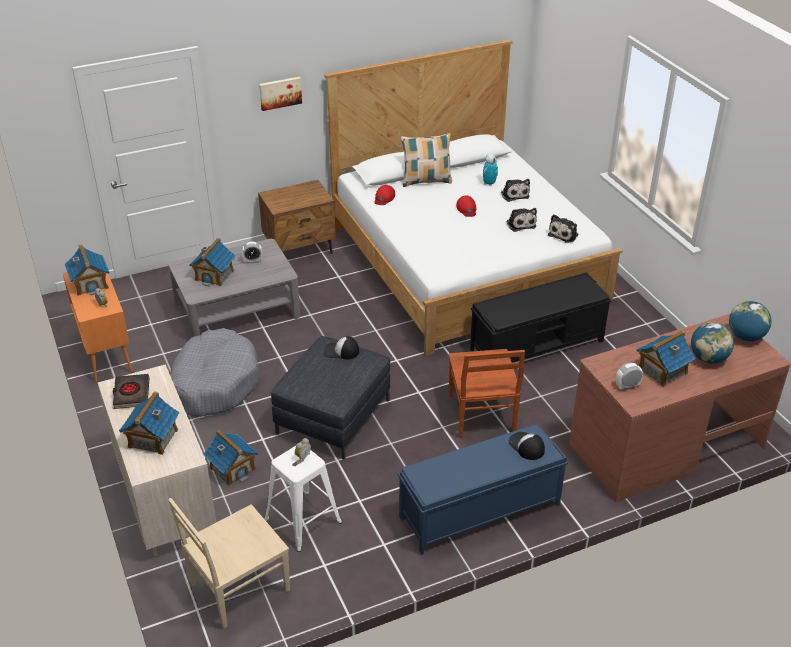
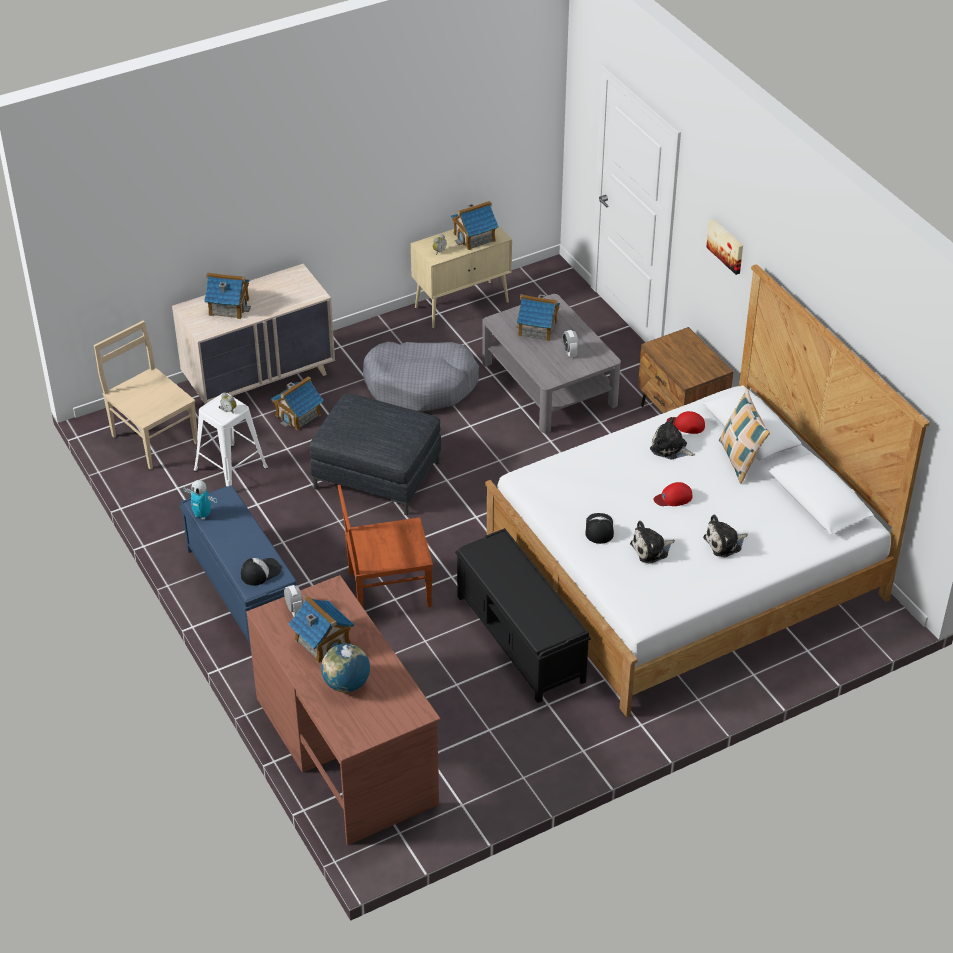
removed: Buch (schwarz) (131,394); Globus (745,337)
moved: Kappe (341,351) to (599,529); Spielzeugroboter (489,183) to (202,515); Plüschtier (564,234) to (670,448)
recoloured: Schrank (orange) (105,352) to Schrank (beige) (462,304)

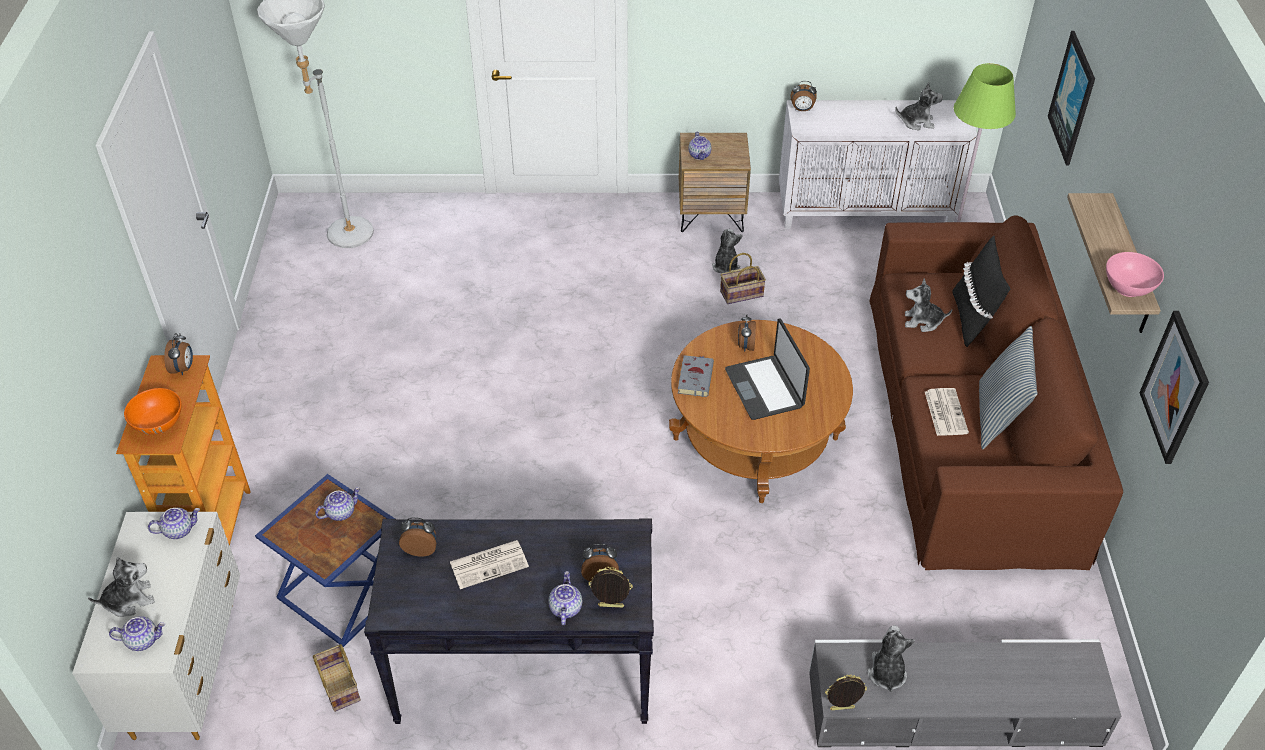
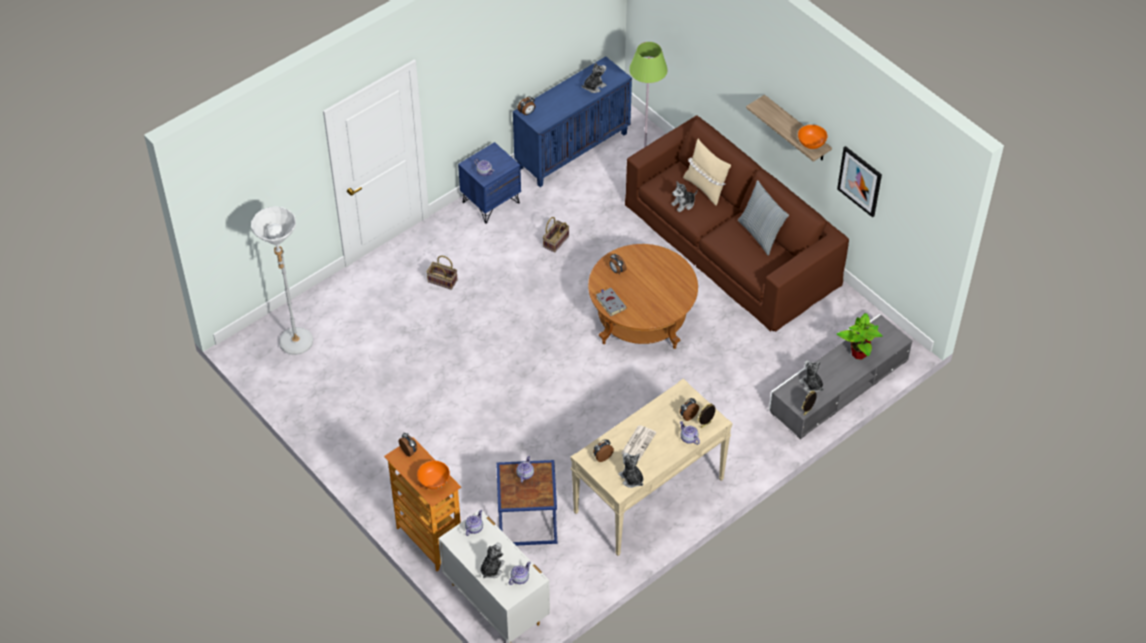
removed: Laptop (765,388); Zeitung (945,412); Bild (1073,98)
added: Topfpflanze (859,353)
moved: Korb (338,685) to (441,281); Plüschtier (725,266) to (631,478)
recoloured: Konsolentisch (schwarz) (523,671) to Konsolentisch (beige) (648,496); Nachttisch (braun) (711,214) to Nachttisch (blau) (490,202); Schrank (weiß) (866,212) to Schrank (blau) (572,150); Kissen (schwarz) (972,319) to Kissen (beige) (705,188); Schüssel (rosa) (1128,288) to Schüssel (orange) (811,144)

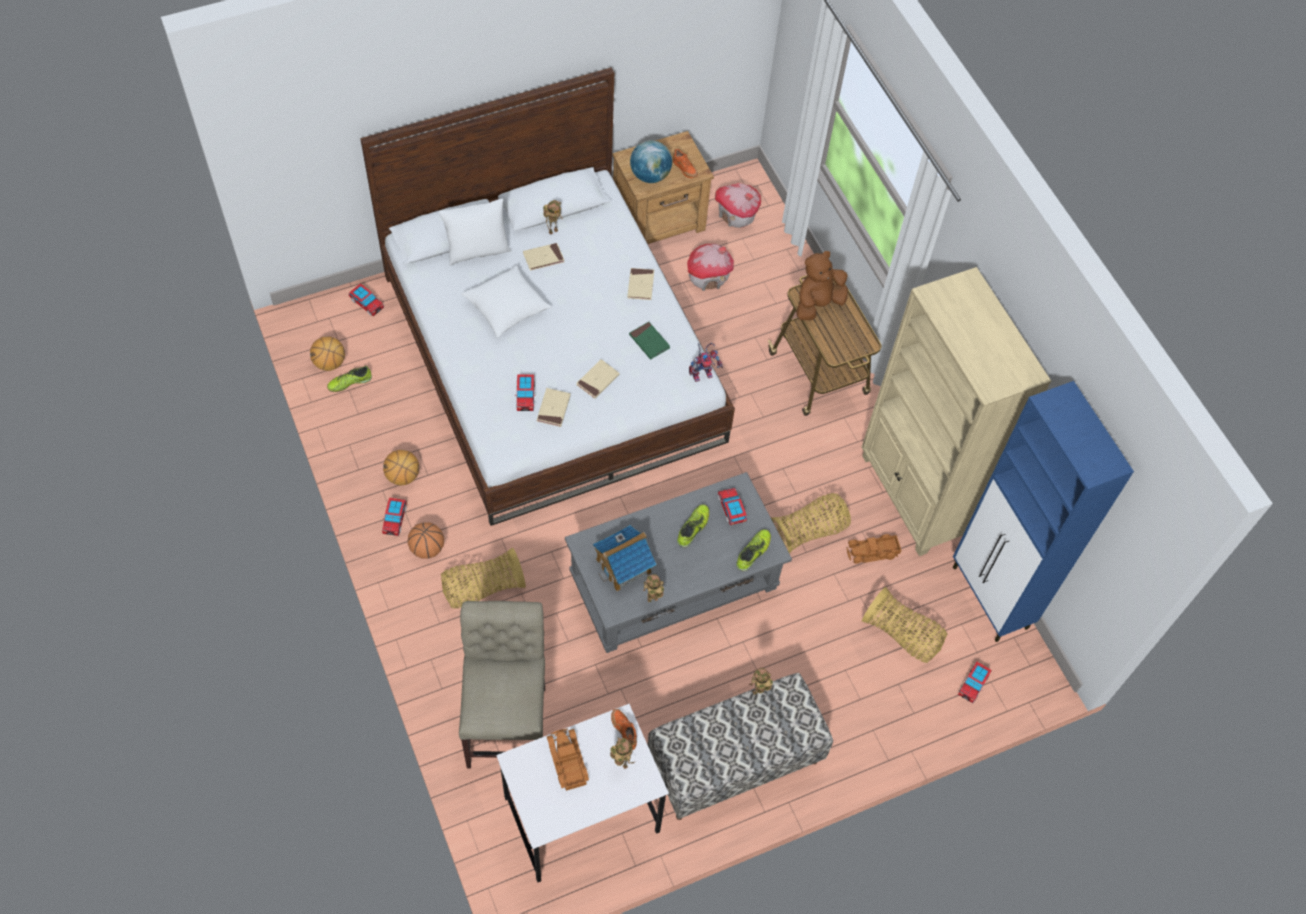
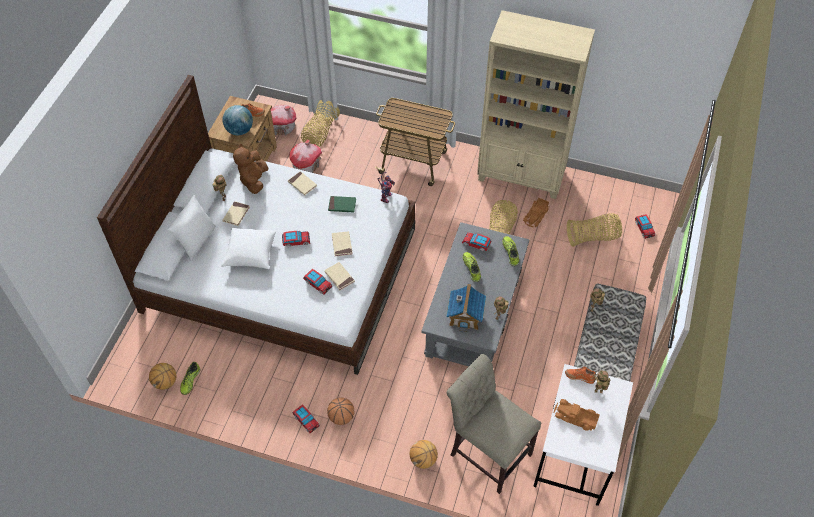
removed: Schrank (blau) (990,599)
moved: Spielzeugauto (366,303) to (296,241); Basketball (403,476) to (423,460); Korb (482,588) to (320,133); Plüschtier (braun) (817,304) to (254,180)

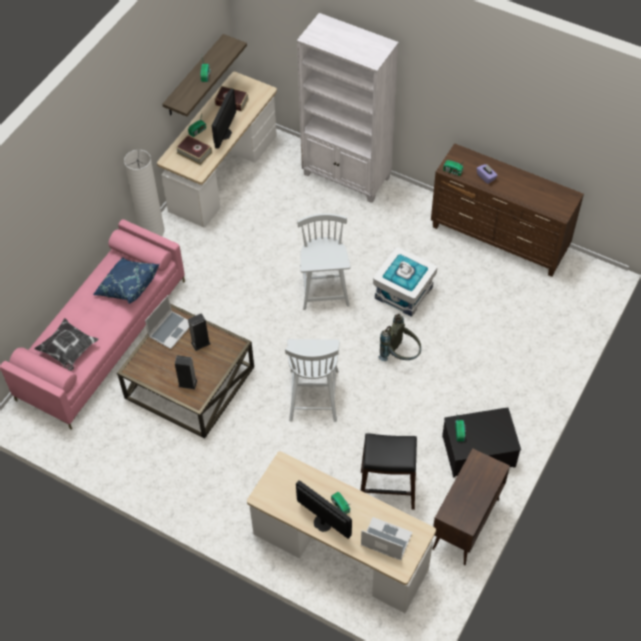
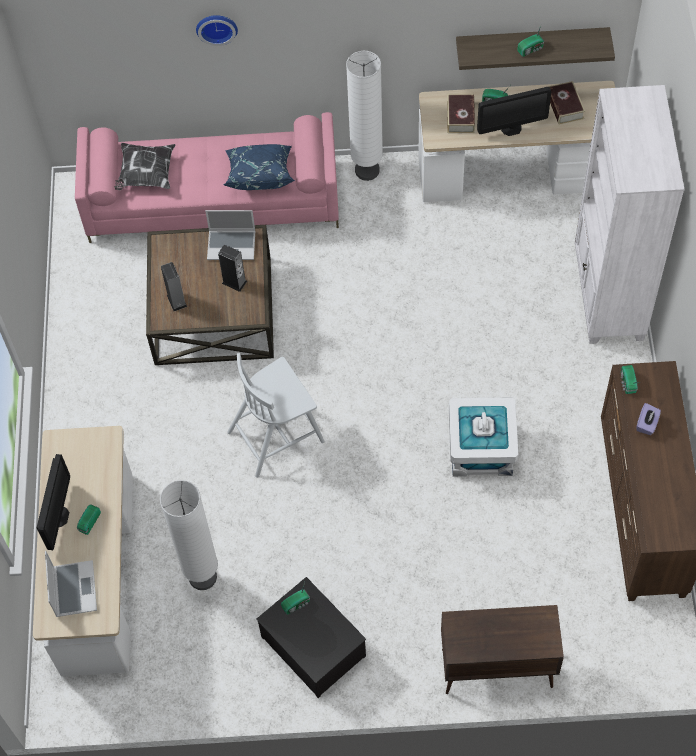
removed: Stuhl (weiß) (324,286); Rucksack (grau) (400,355)
added: Wanduhr (216,27)
moved: Schrank (braun) (465,525) to (496,668)
replaced: Hocker (schwarz) (387,489) to Stehlampe (weiß) (203,577)

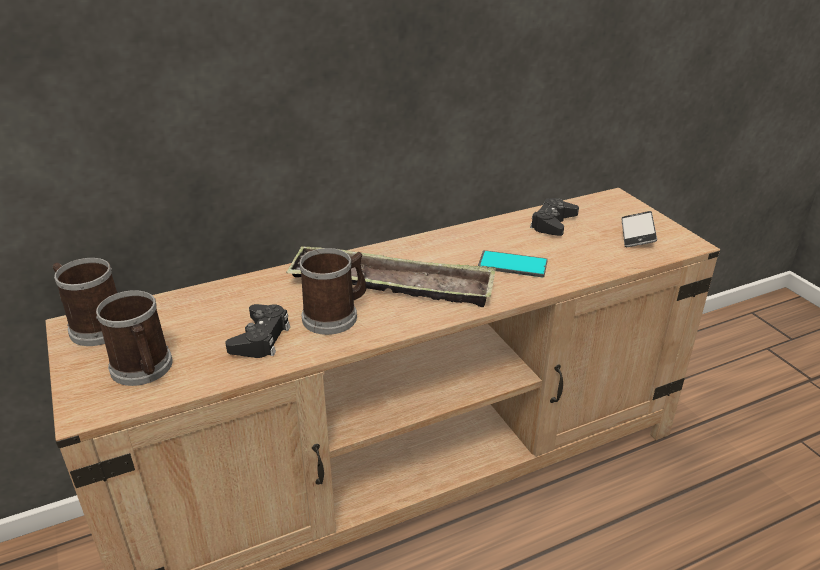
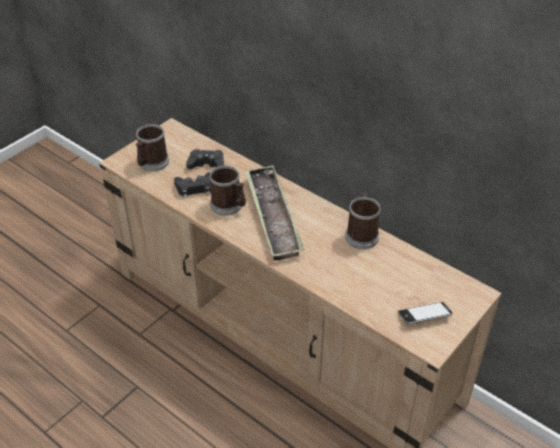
removed: Handy (512,265)
moved: Henkelbecher (94,327) to (361,234); Gamepad (schwarz) (553,223) to (206,164)

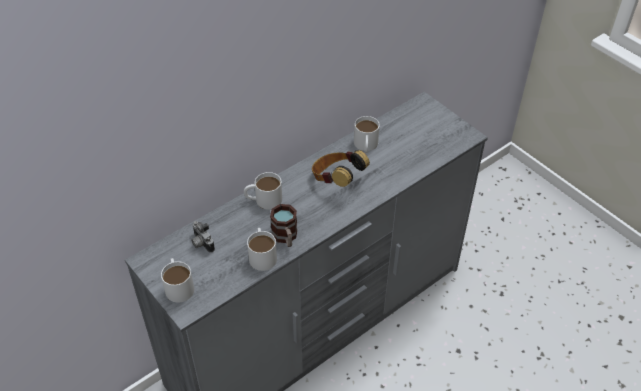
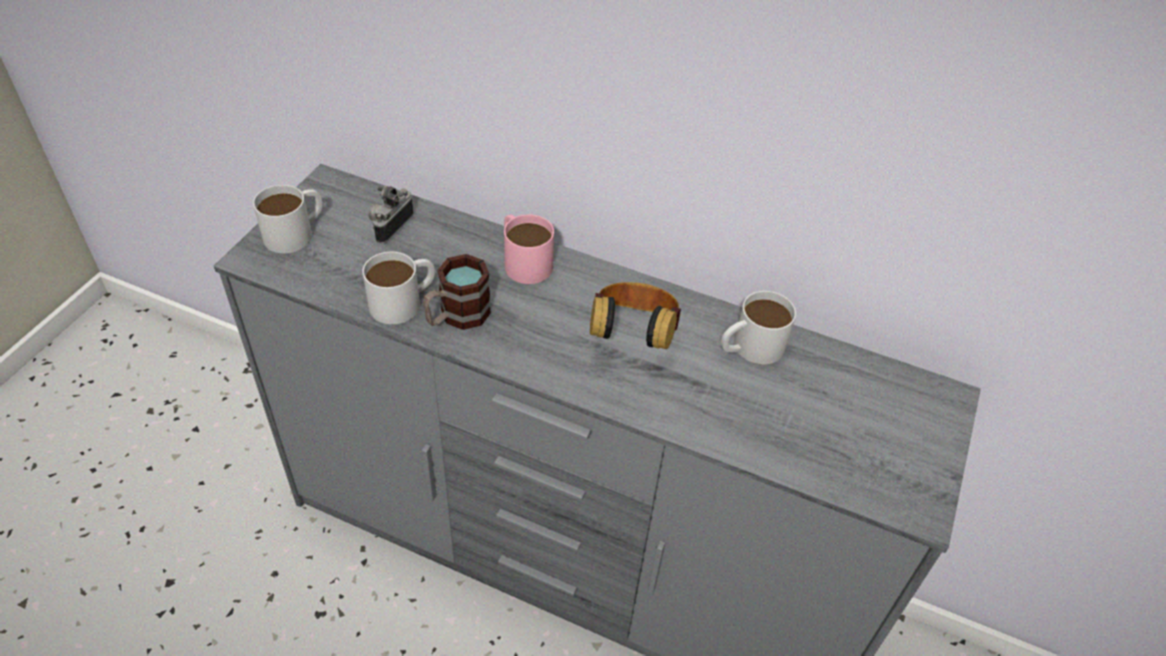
recoloured: Henkelbecher (weiß) (263,200) to Henkelbecher (rosa) (523,260)

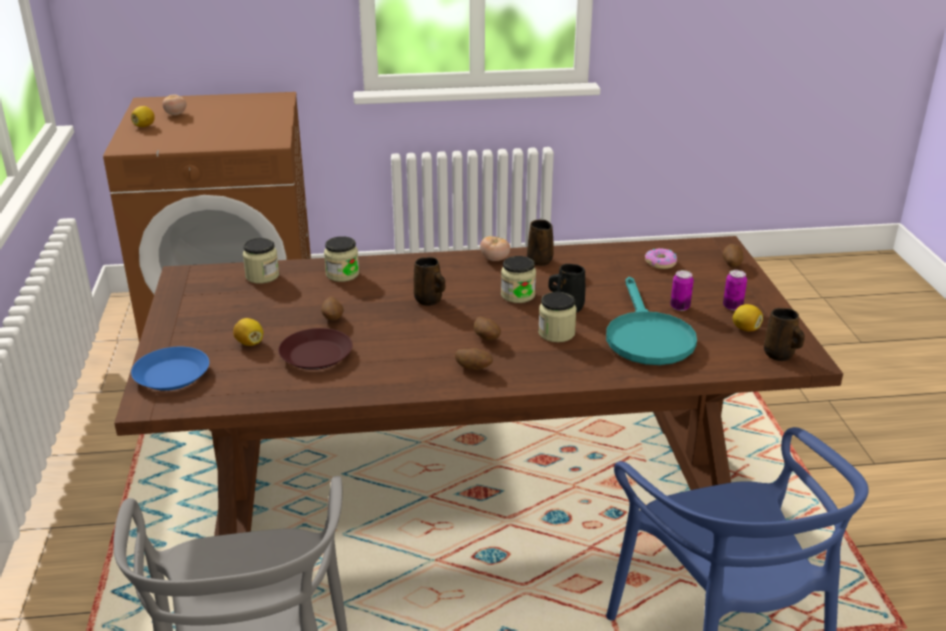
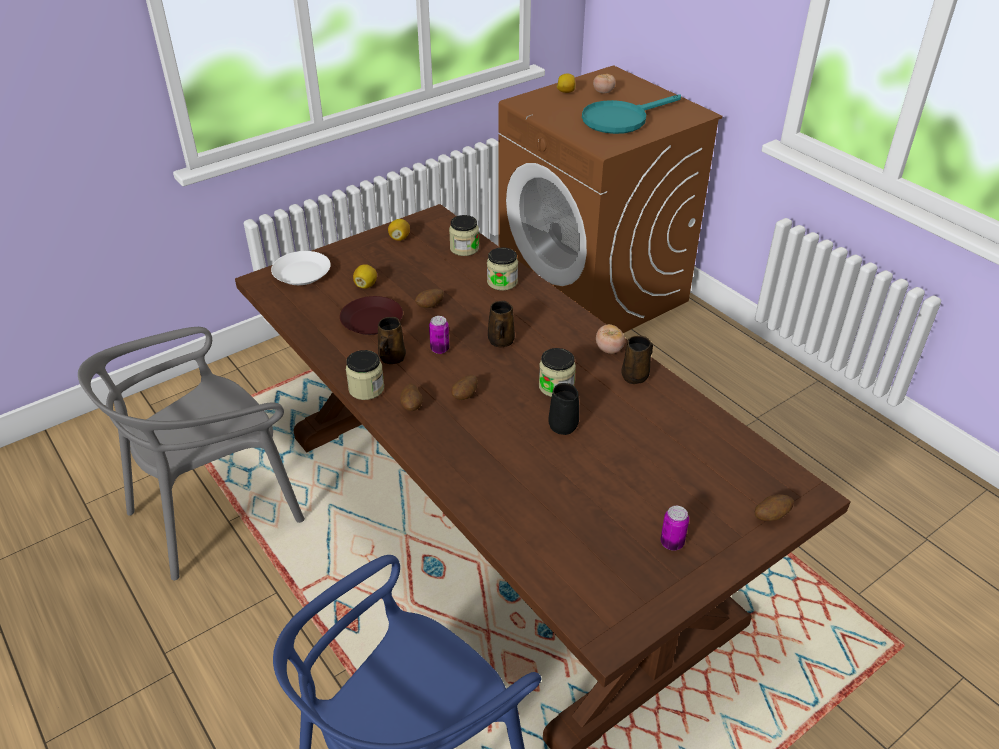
removed: Donut (660,263)
moved: Vorratsglas (556,333) to (366,389); Pfanne (türkis) (646,336) to (621,119); Dose (680,307) to (440,349); Zitrone (746,329) to (399,238); Henkelbecher (braun) (780,355) to (391,358)
recoloured: Teller (blau) (172,375) to Teller (weiß) (301,273)

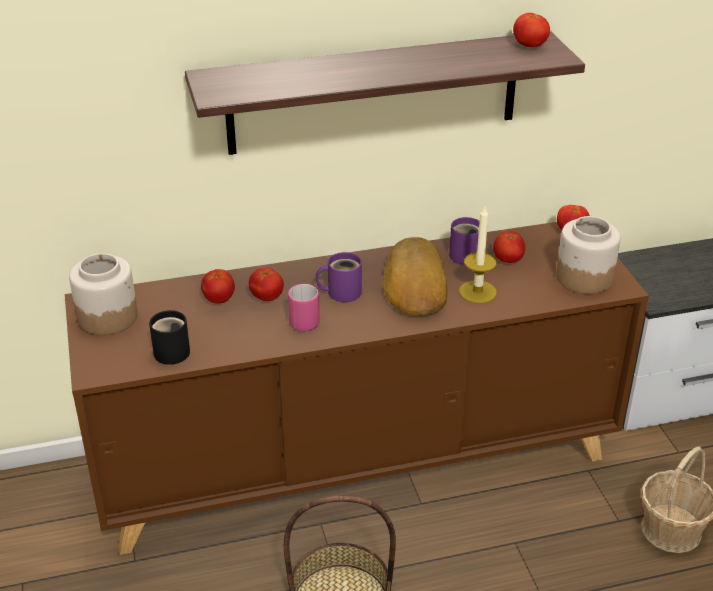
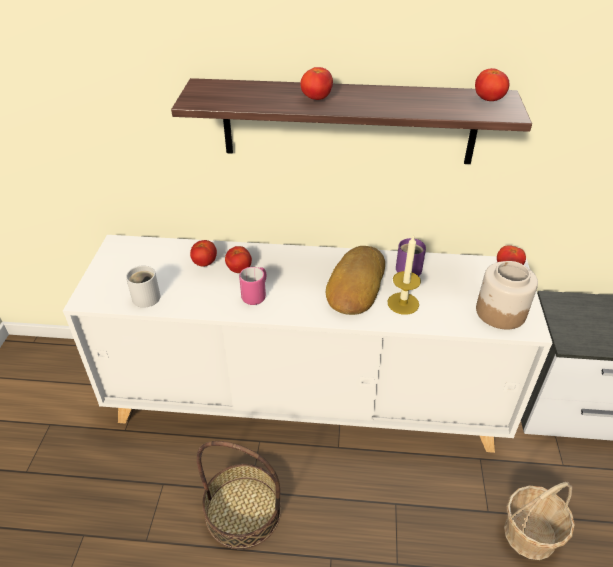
removed: Vorratsglas (107,317); Henkelbecher (lila) (341,292)
moved: Tomate (508,260) to (316,98)
recoloured: Schrank (braun) (358,462) to Schrank (weiß) (307,399); Henkelbecher (schwarz) (172,350) to Henkelbecher (weiß) (147,296)

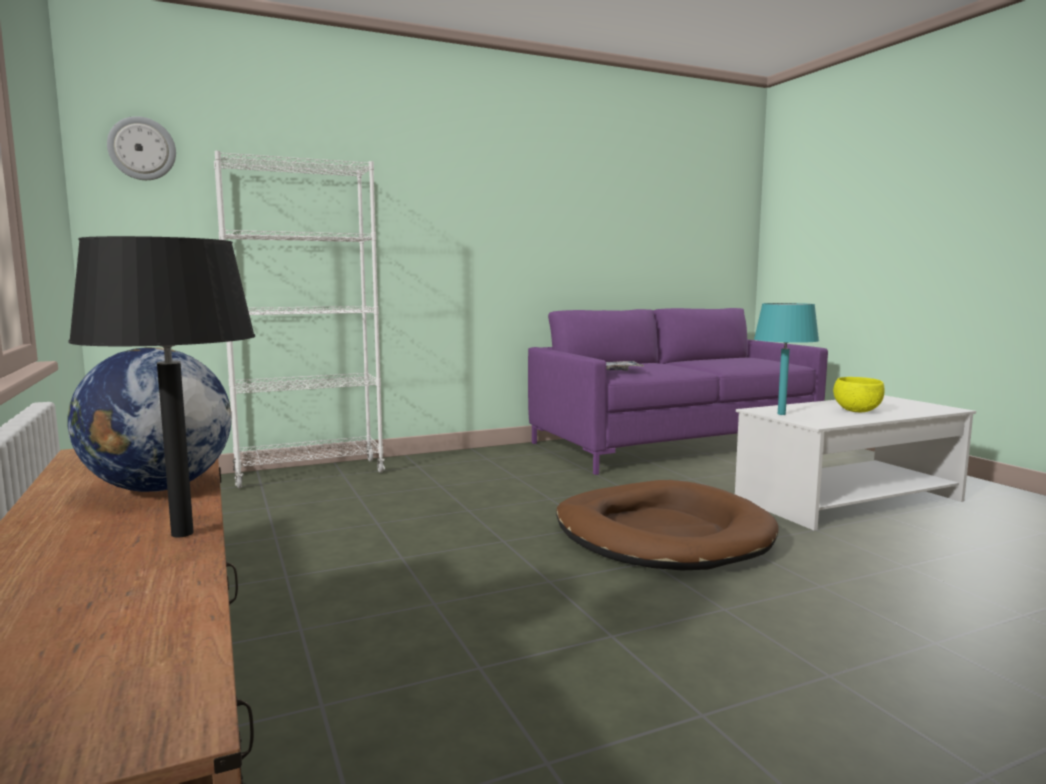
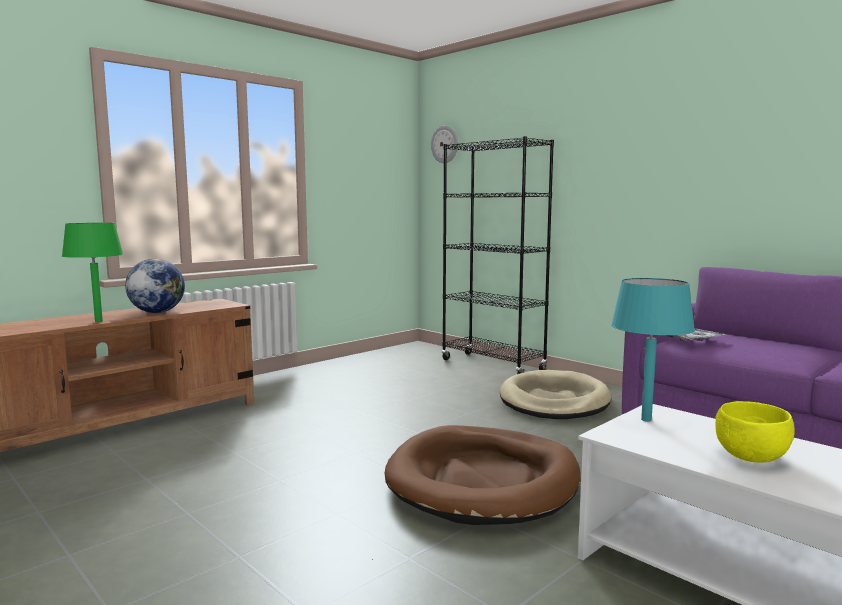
added: Hundebett (beige) (554,401)
recoloured: Tischlampe (schwarz) (181,534) to Tischlampe (grün) (98,321); Bücherregal (weiß) (309,473) to Bücherregal (schwarz) (493,365)

